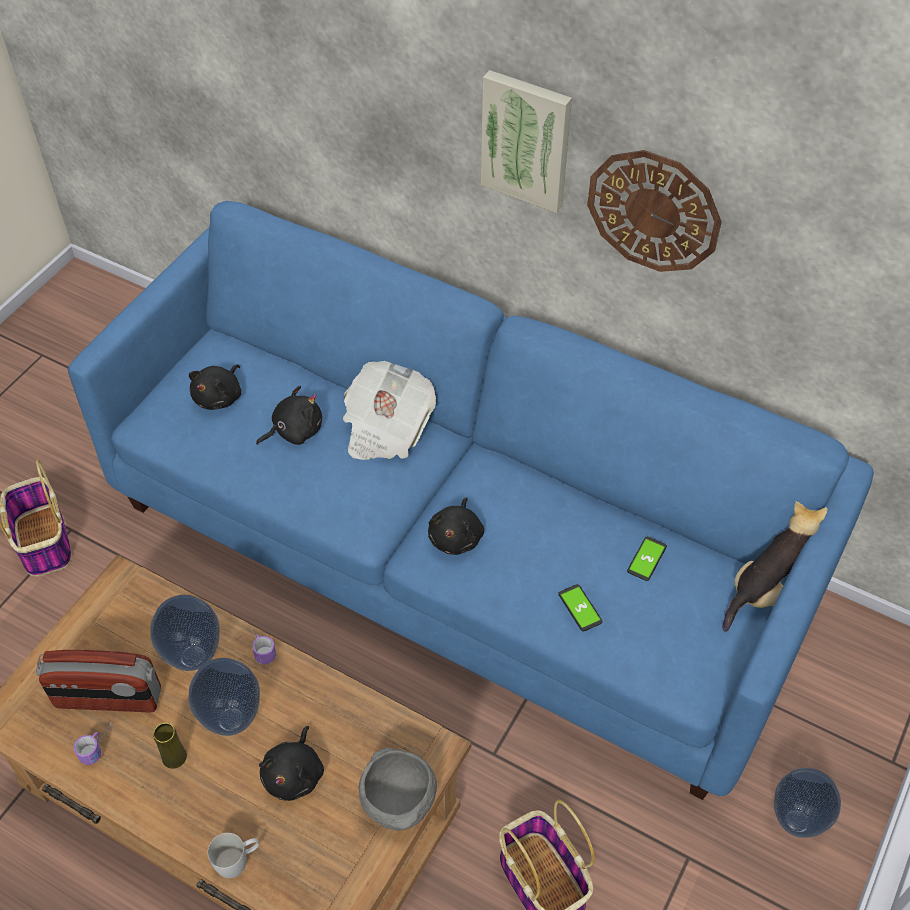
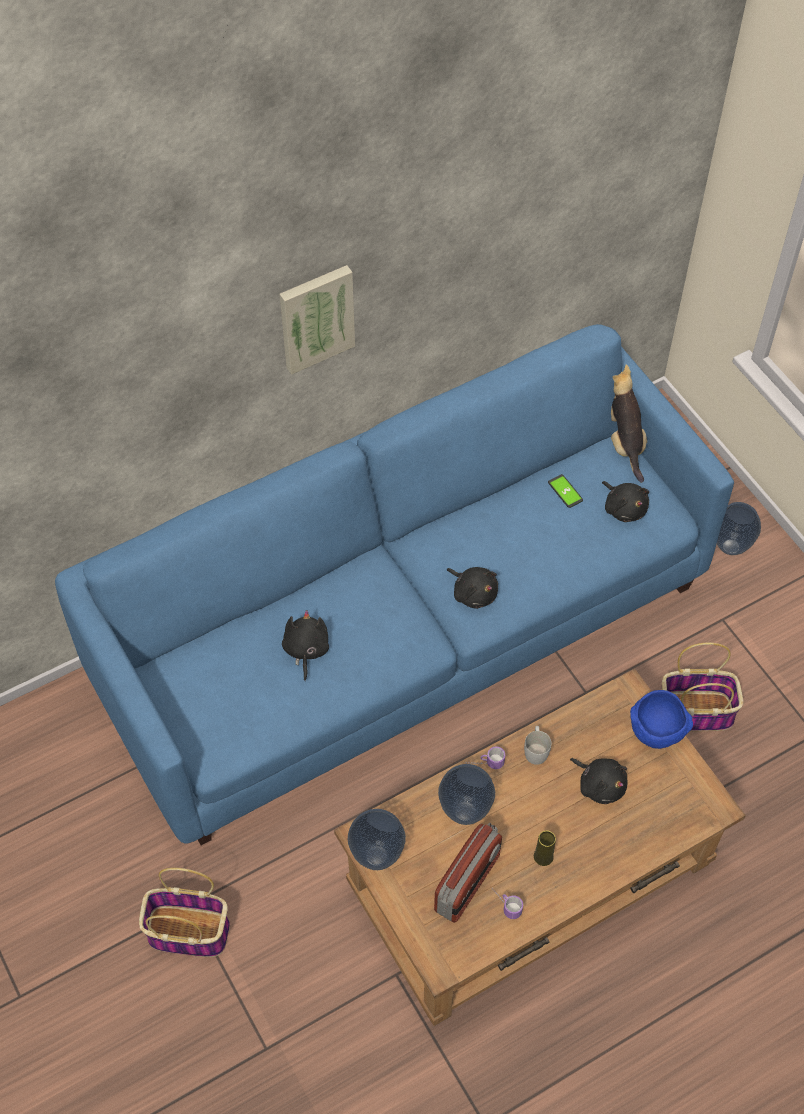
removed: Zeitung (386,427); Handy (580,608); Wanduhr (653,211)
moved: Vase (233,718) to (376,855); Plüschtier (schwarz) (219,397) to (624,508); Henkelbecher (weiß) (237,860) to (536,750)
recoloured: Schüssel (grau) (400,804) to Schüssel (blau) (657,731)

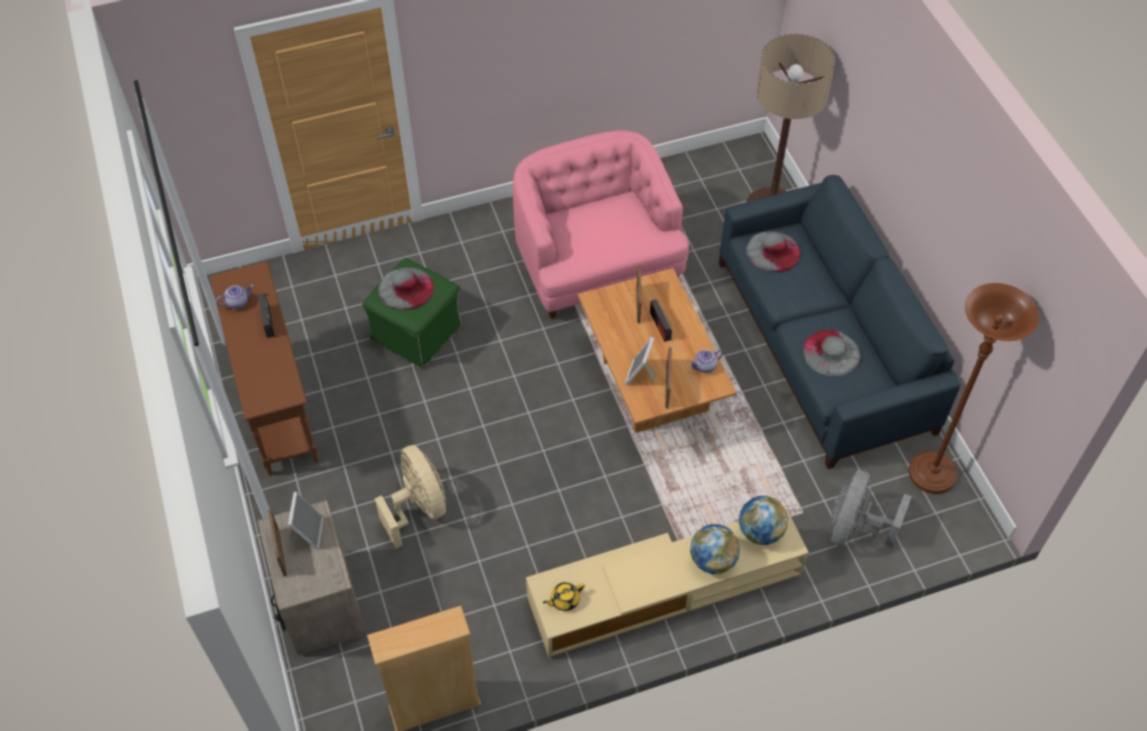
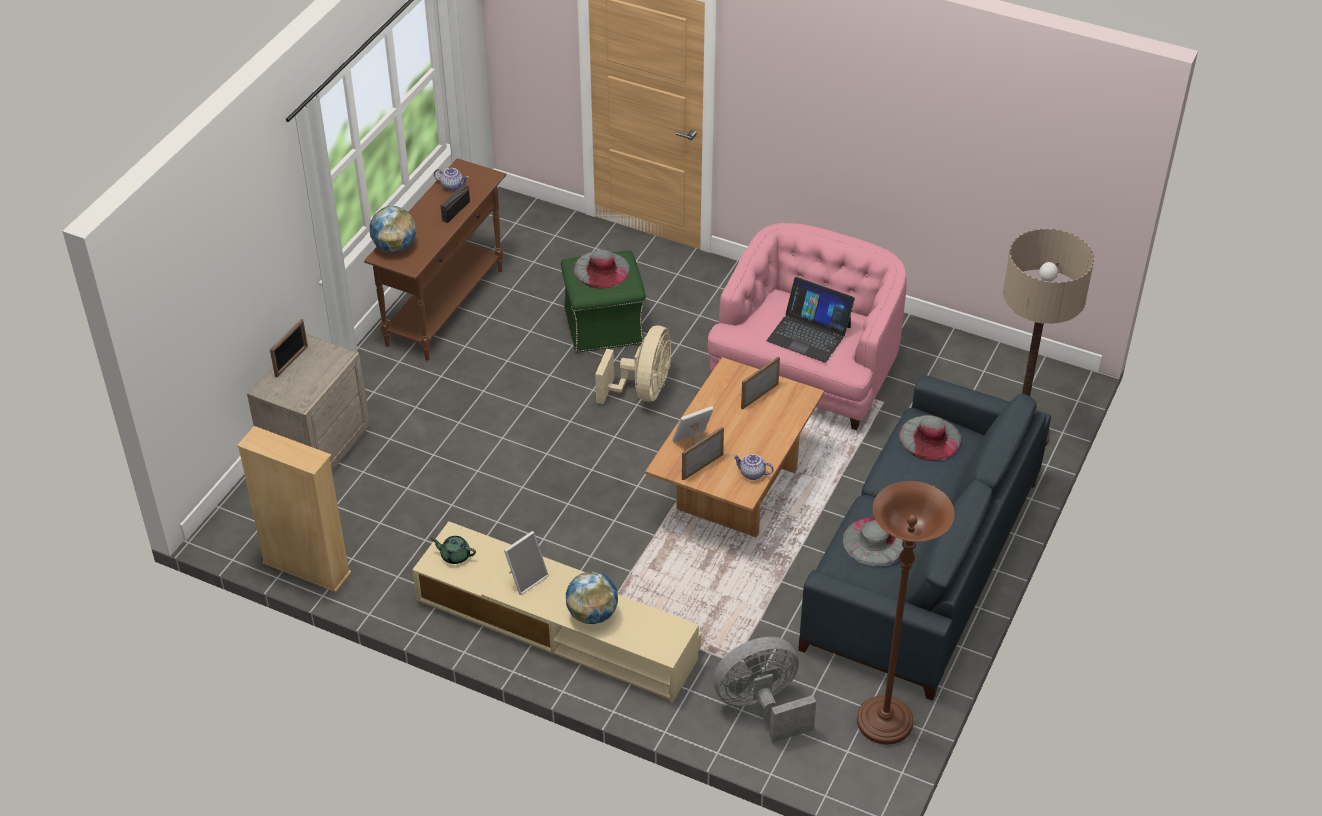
removed: Radio (660,326)
added: Laptop (809,333)
moved: Bilderrahmen (307,532) to (526,578); Ventilator (beige) (418,507) to (643,391); Globus (760,531) to (394,247)
recoloured: Teekanne (gelb) (564,600) to Teekanne (grün) (455,555)

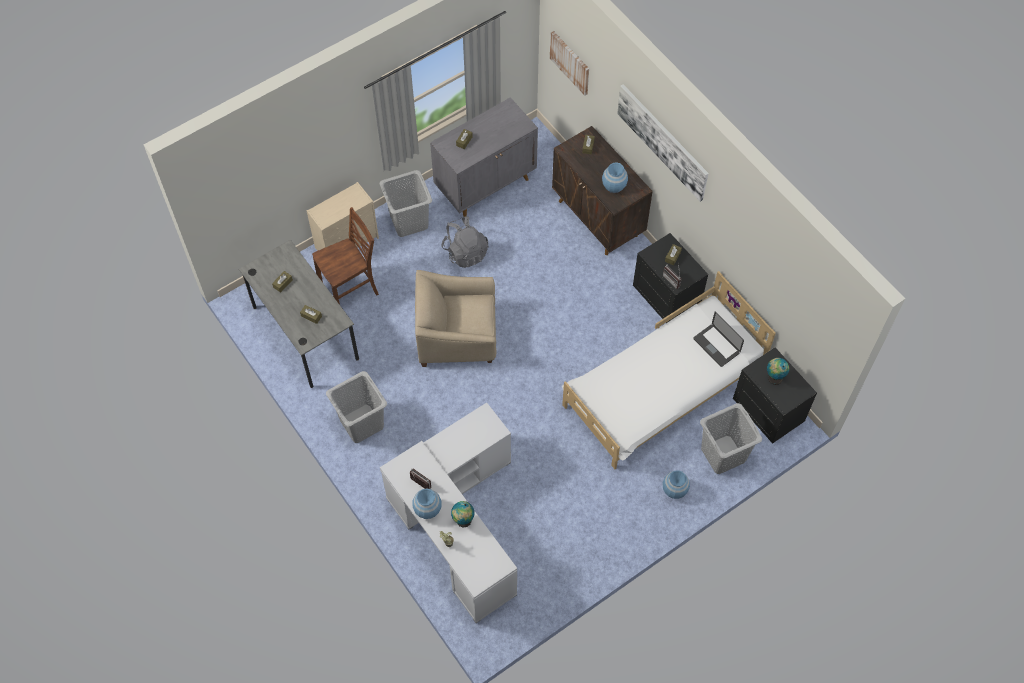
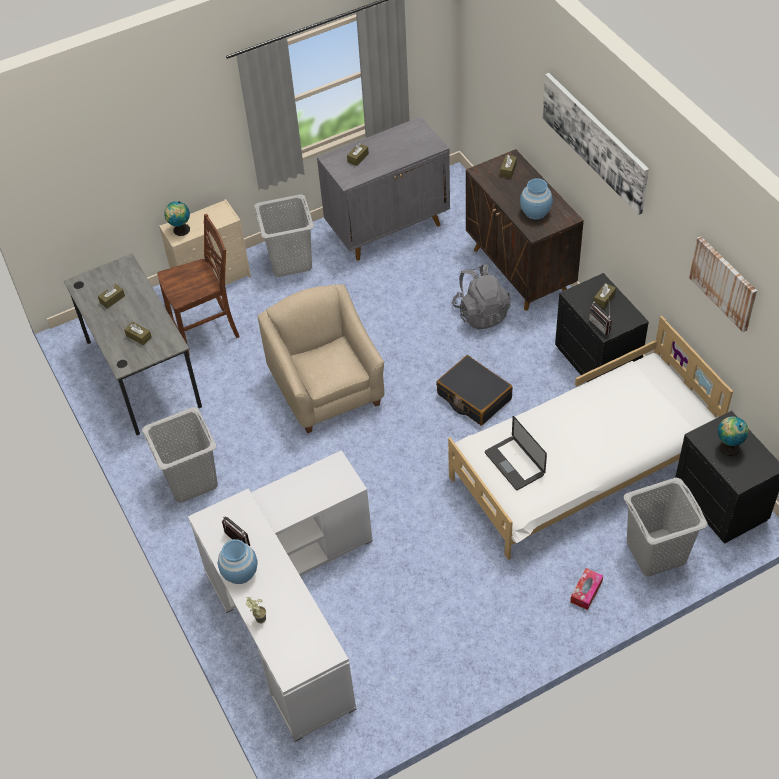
added: Koffer (schwarz) (473,397)
moved: Rucksack (grau) (465,252) to (481,313); Globus (463,521) to (180,230); Bild (570,62) to (724,283); Laptop (716,346) to (514,464)
replaced: Vase (blau) (674,490) to Taschentuchbox (586,592)
turned: Sessel (beige) (457,336) = (327,389) 60 degrees clockwise

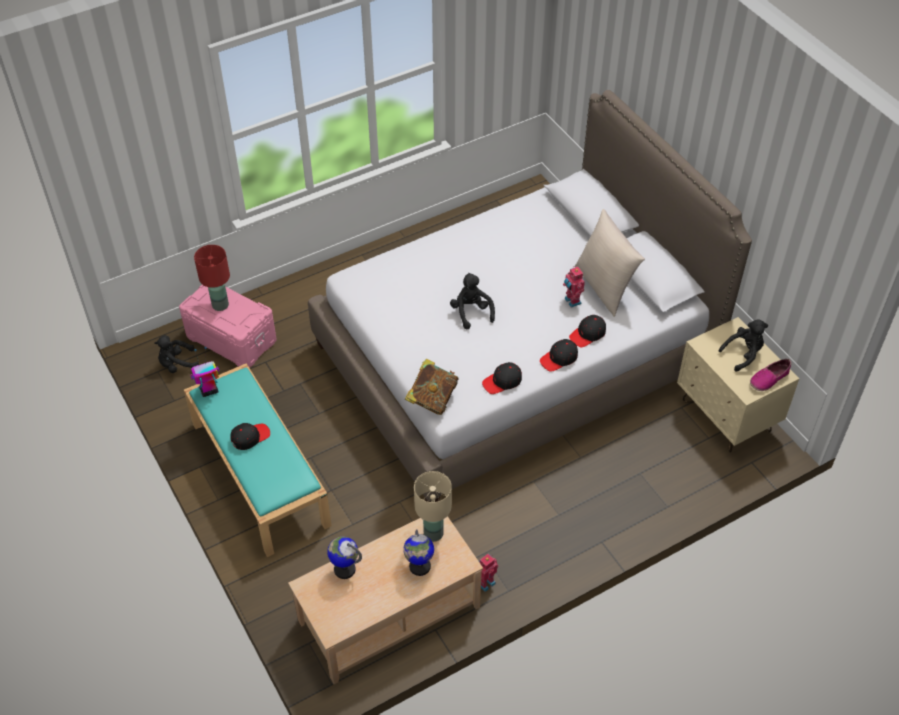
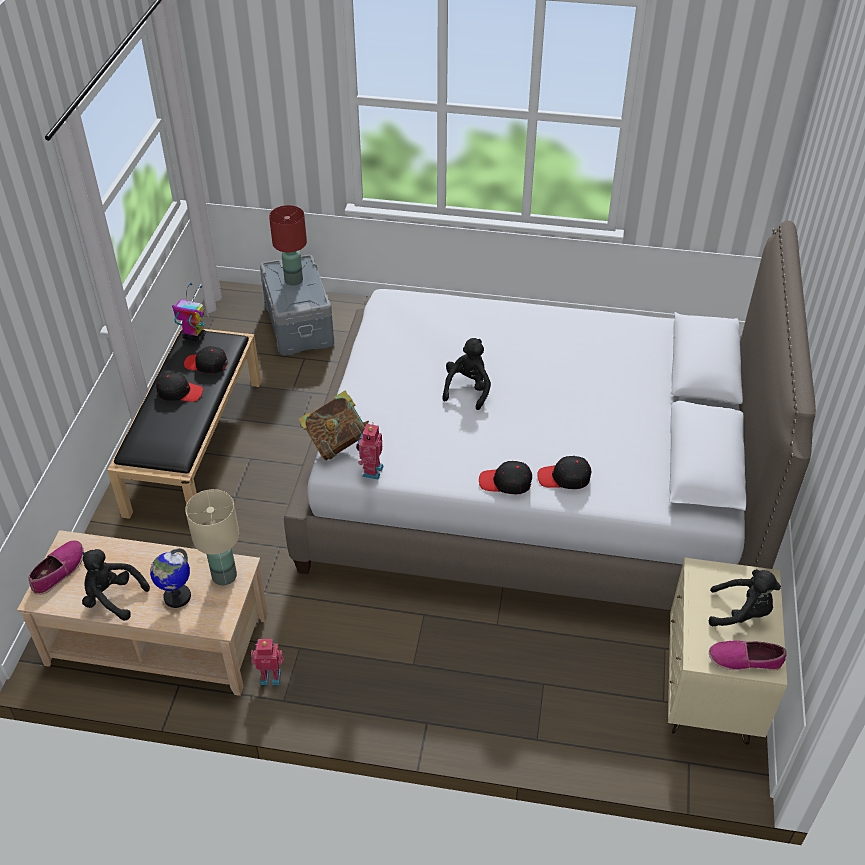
removed: Globus (344,569); Kissen (beige) (604,287)
added: Schuh (59,571)
moved: Plüschtier (schwarz) (177,364) to (113,598); Kappe (schwarz) (502,382) to (206,364); Spielzeugroboter (571,301) to (371,471)
recoloured: Aufbewahrungsbox (rosa) (232,338) to Aufbewahrungsbox (grau) (300,324); Bank (türkis) (258,473) to Bank (schwarz) (195,444)

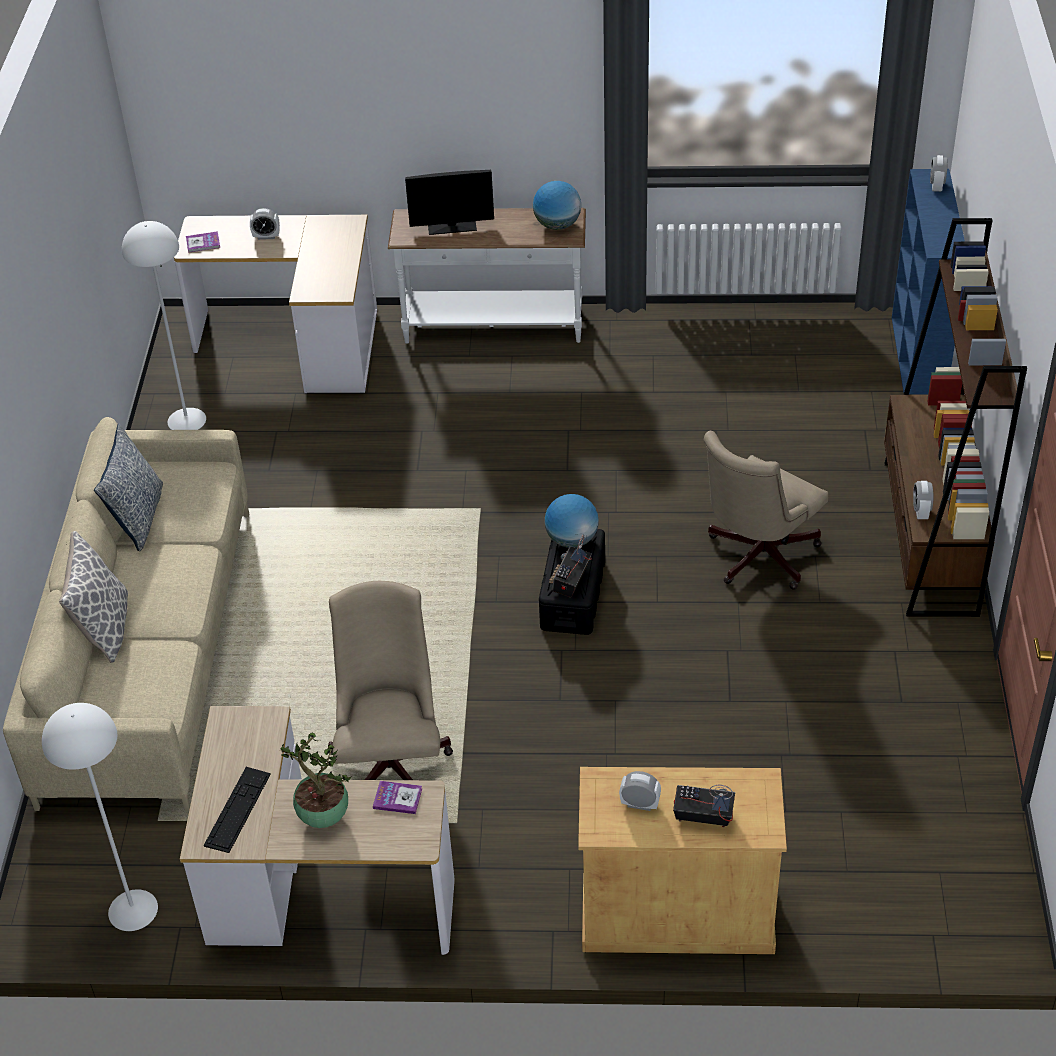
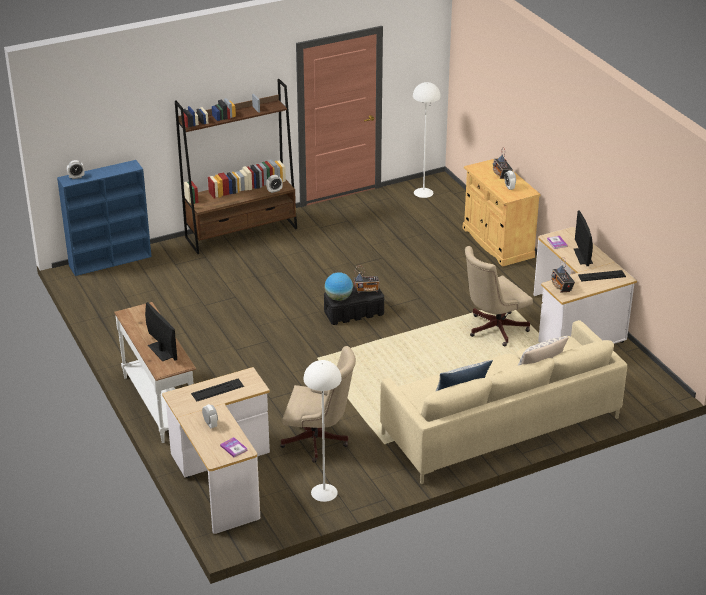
removed: Globus (557,225)
added: Tastatur (217,390); Radio (561,287)
moved: Stehlampe (weiß) (133,910) to (423,192); Bürostuhl (beige) (756,557) to (319,441)
replaced: Topfpflanze (322,816) to Monitor (583,256)

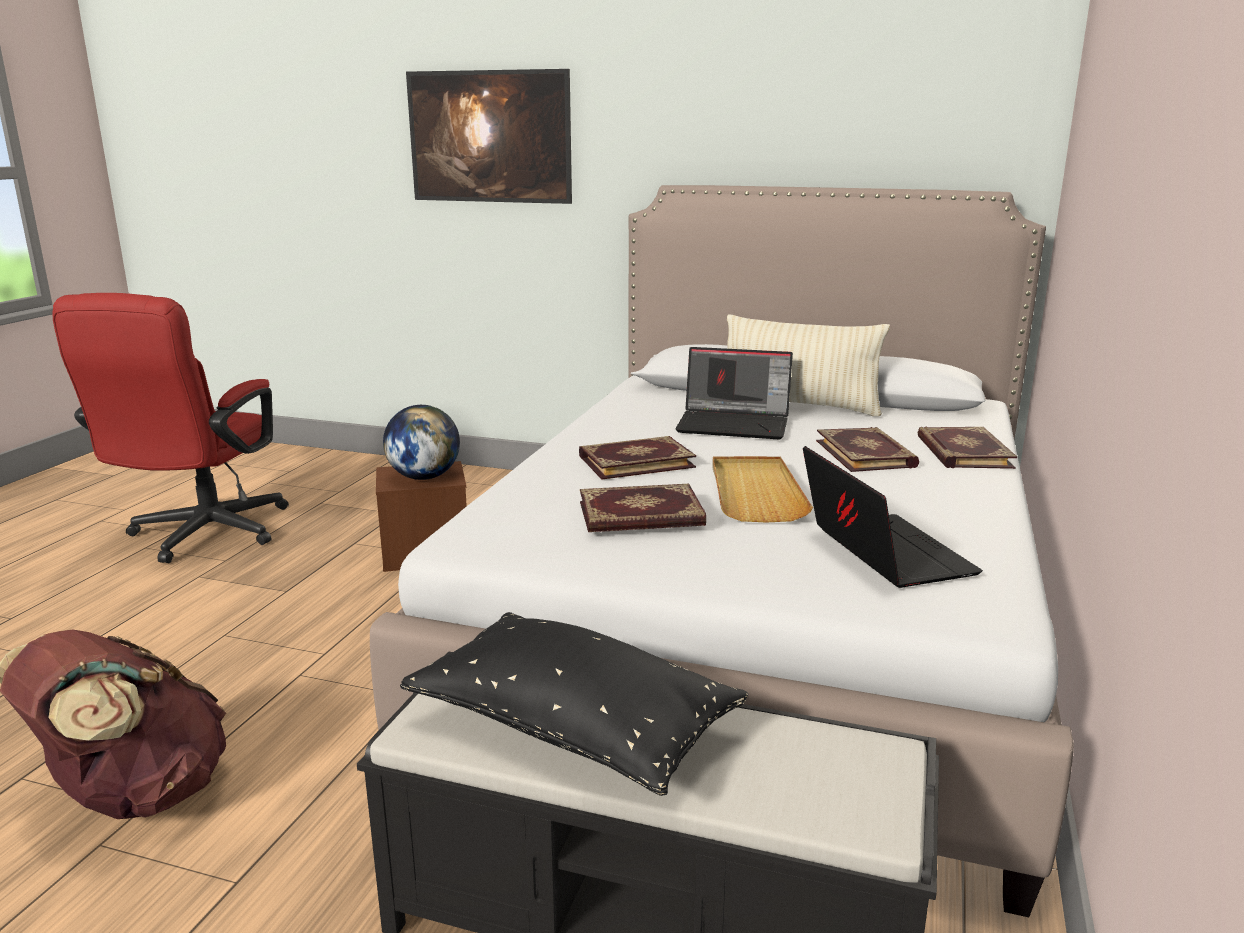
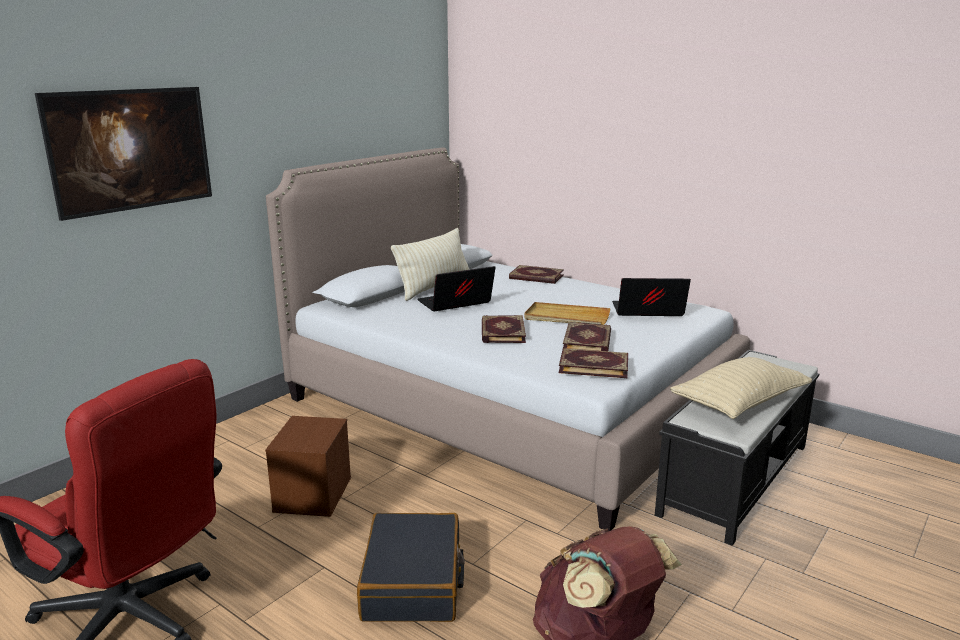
removed: Globus (424,477)
added: Koffer (schwarz) (413,582)
moved: Buch (866,453) to (593,365)
recoloured: Kissen (schwarz) (573,729) to Kissen (beige) (739,403)
turned: Laptop (735,424) = (455,304) 150 degrees counterclockwise

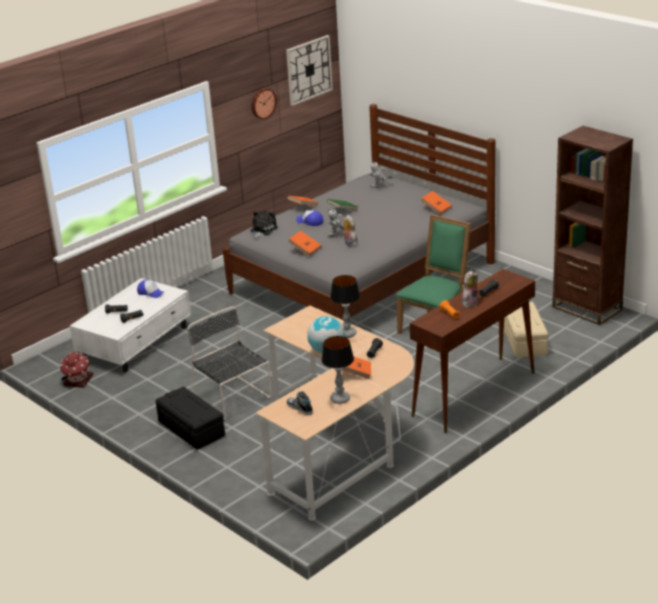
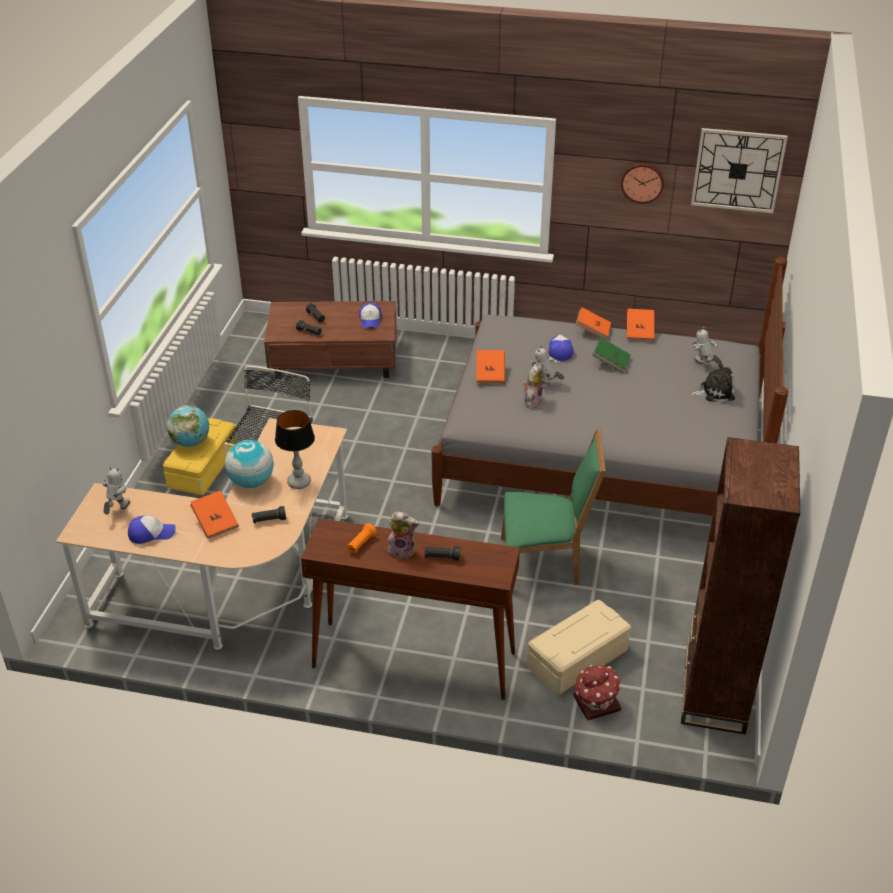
added: Globus (191,442)
moved: Spielzeughaus (78,381) to (595,703); Plüschtier (262,230) to (714,391); Buch (orange) (436,209) to (639,332)
replaced: Schuh (299,408) to Spielzeugroboter (118,511); Tischlampe (339,399) to Kappe (151,533)
recoloured: Couchtisch (weiß) (136,342) to Couchtisch (braun) (335,359); Aufbewahrungsbox (schwarz) (192,429) to Aufbewahrungsbox (gelb) (203,468)

